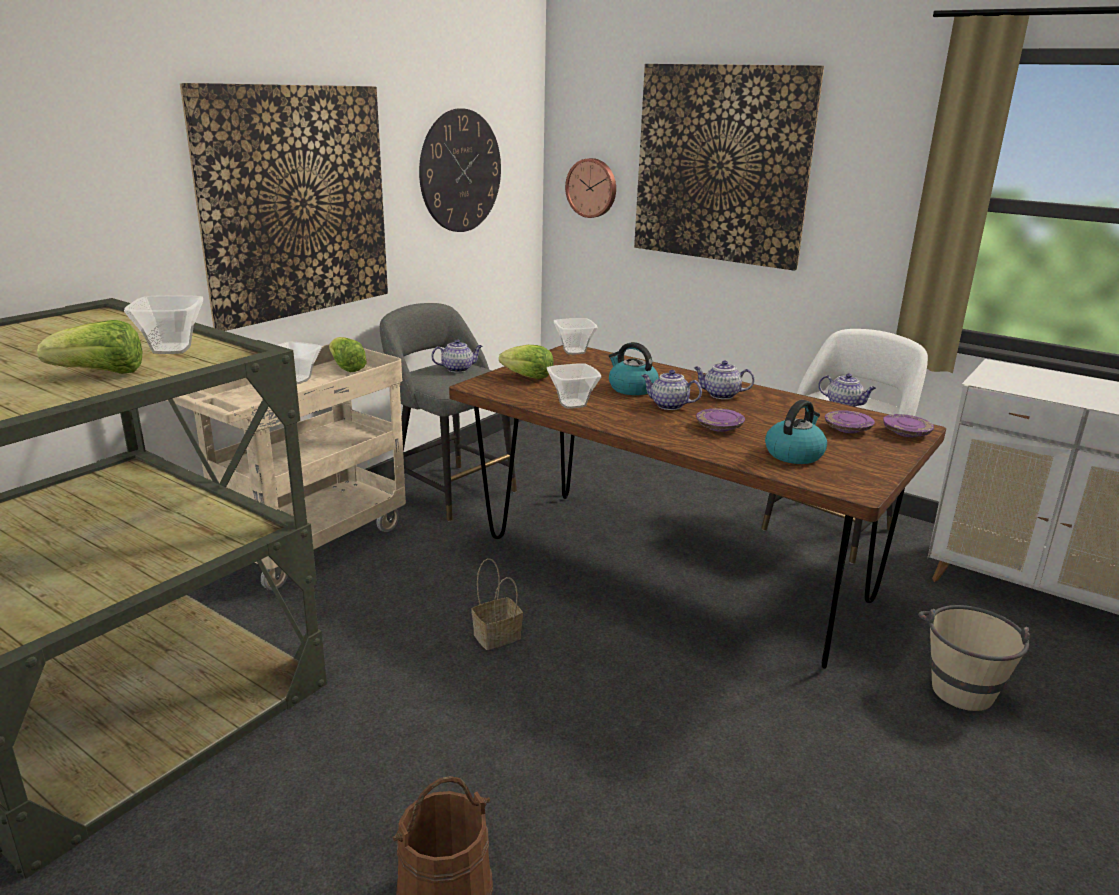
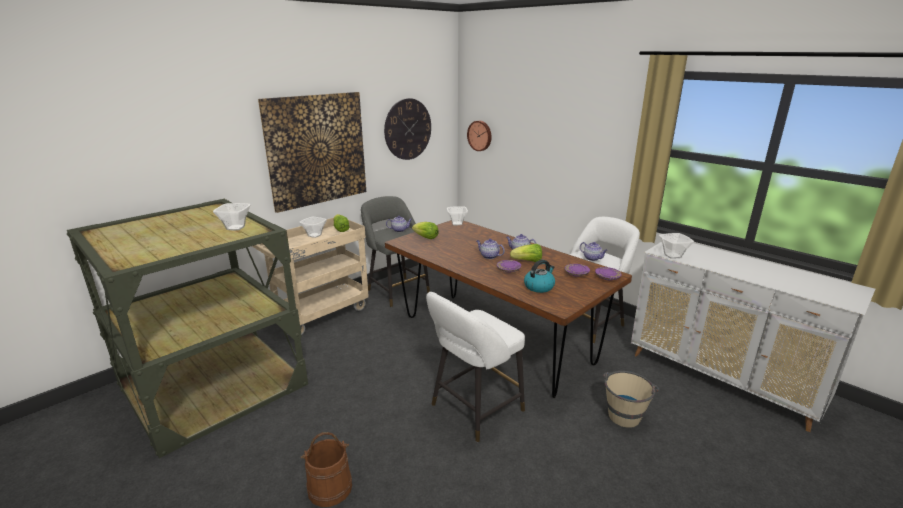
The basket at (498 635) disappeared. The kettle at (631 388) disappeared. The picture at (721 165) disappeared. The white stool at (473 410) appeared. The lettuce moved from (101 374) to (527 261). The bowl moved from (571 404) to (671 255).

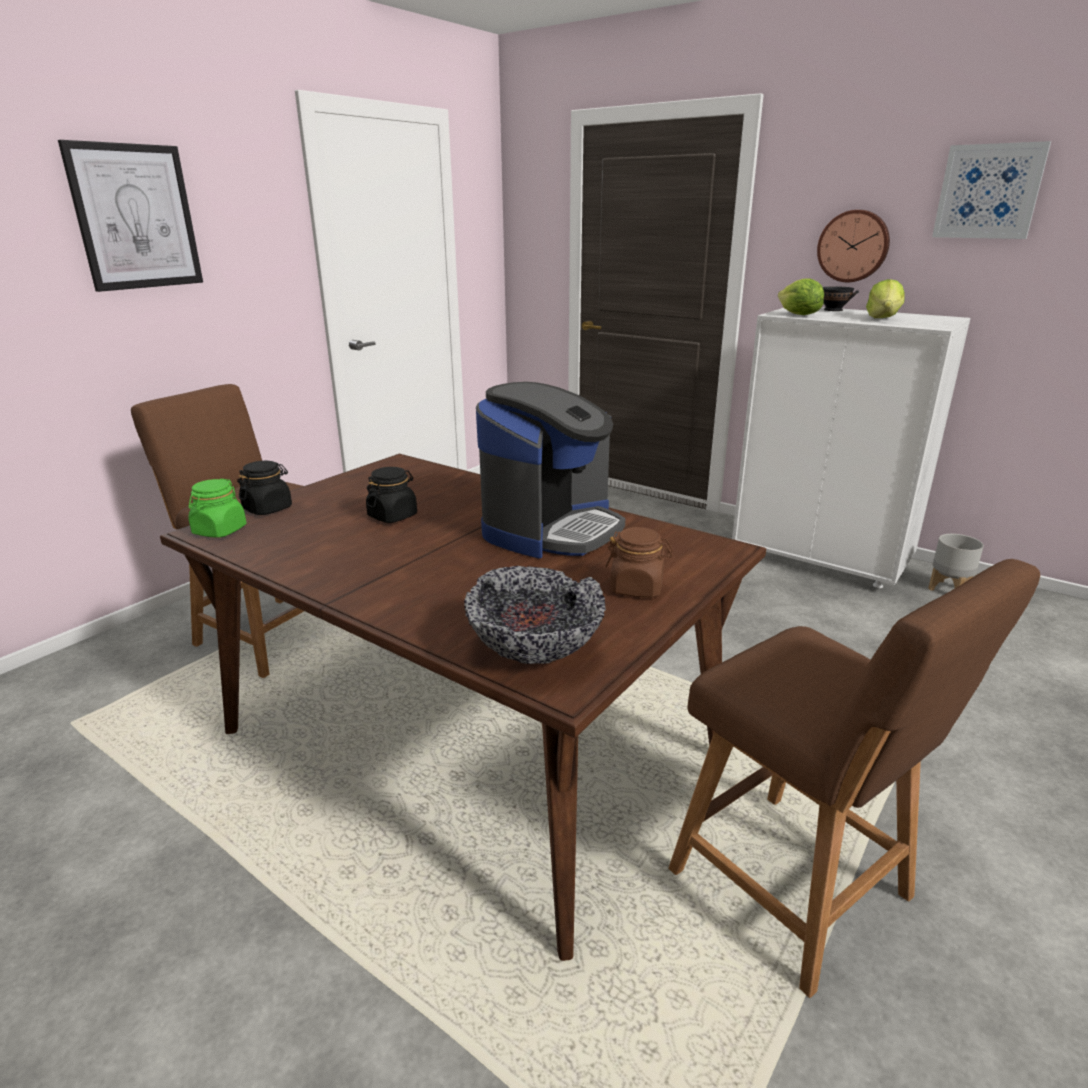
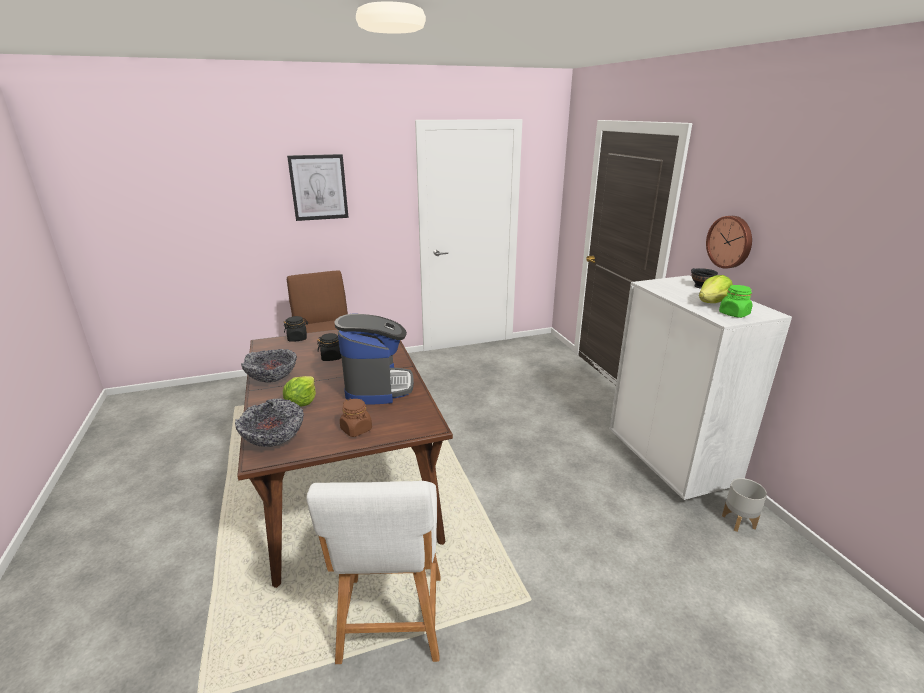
The picture at (988 191) disappeared. The bowl at (272 378) appeared. The green jar moved from (219 531) to (734 314). The lettuce moved from (798 315) to (302 402). The brown stool at (799 891) became the white stool at (391 623). The coffee machine at (551 529) turned 75 degrees counterclockwise.

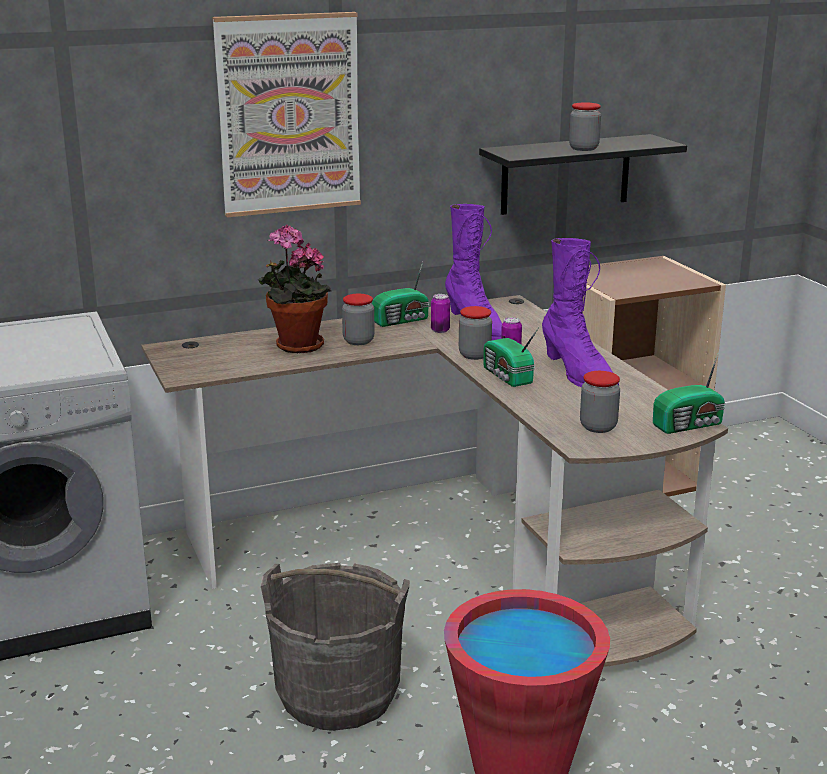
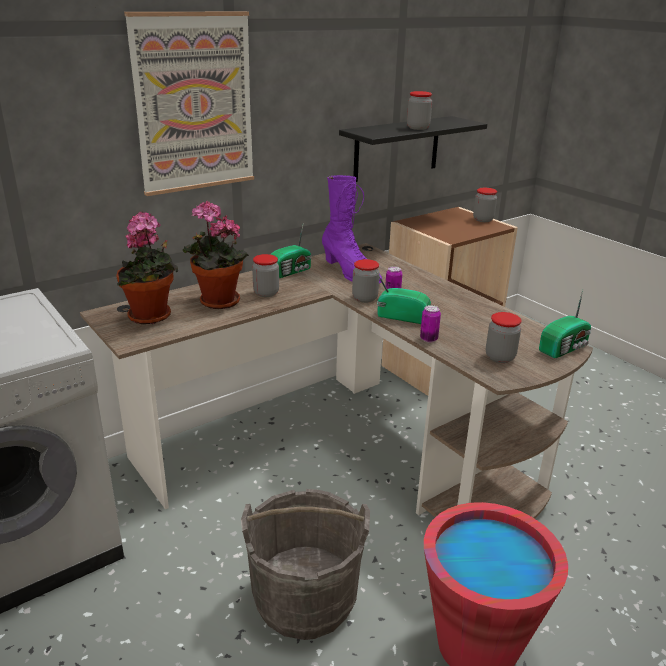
The purple boot at (578 375) disappeared. The potted plant at (152 317) appeared. The jar at (483 219) appeared. The can moved from (440 330) to (428 339). The radio at (507 377) turned 150 degrees clockwise.

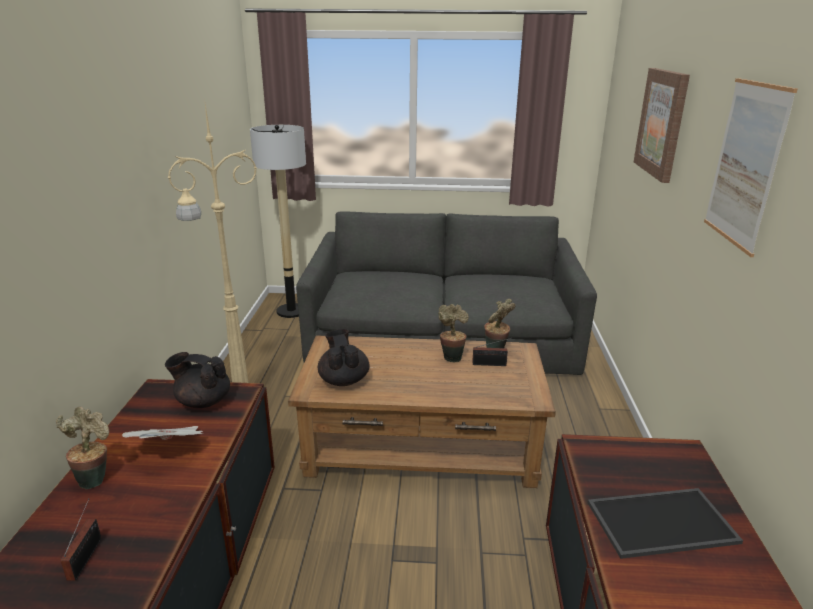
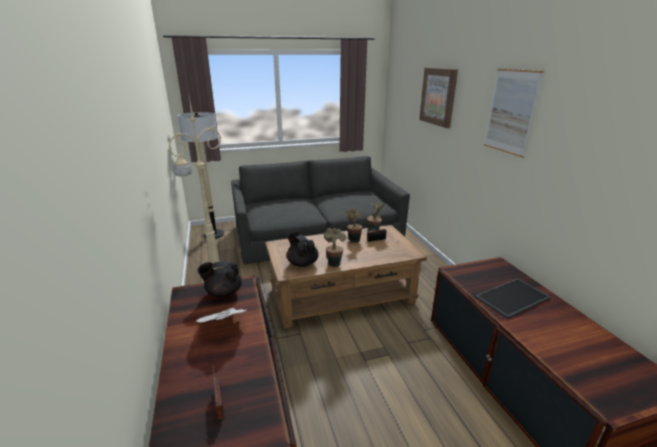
The potted plant moved from (94 478) to (334 263).

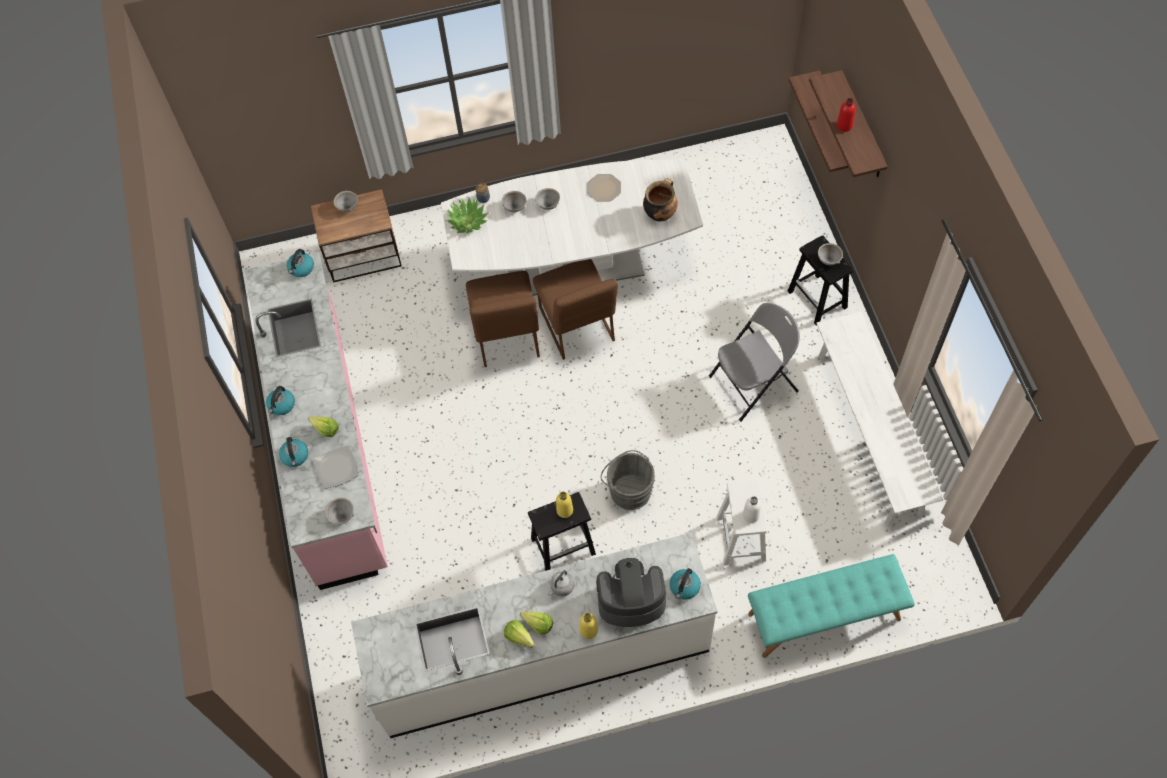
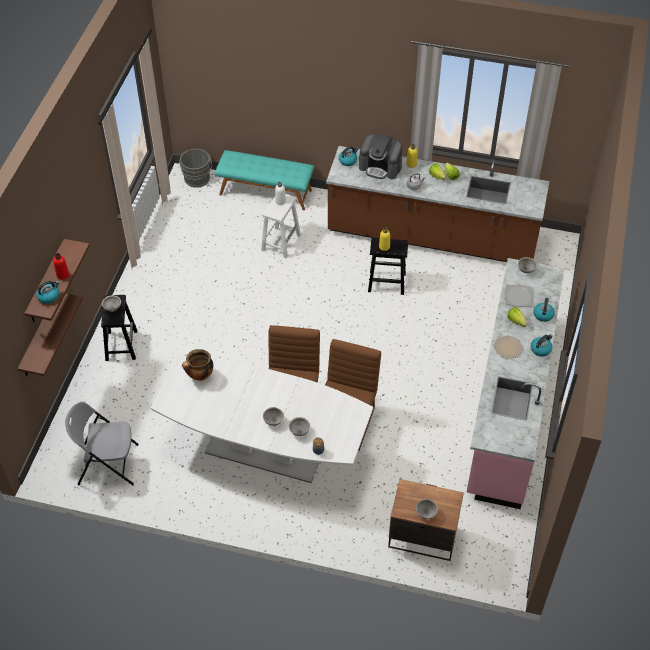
The potted plant at (467 221) disappeared. The white bench at (869 433) disappeared. The kettle moved from (301 268) to (49 296). The plate moved from (604 188) to (507 347). The grey bucket moved from (629 490) to (197 180). The grey chair moved from (753 384) to (108 464). The white counter at (542 657) became the brown counter at (431 238).

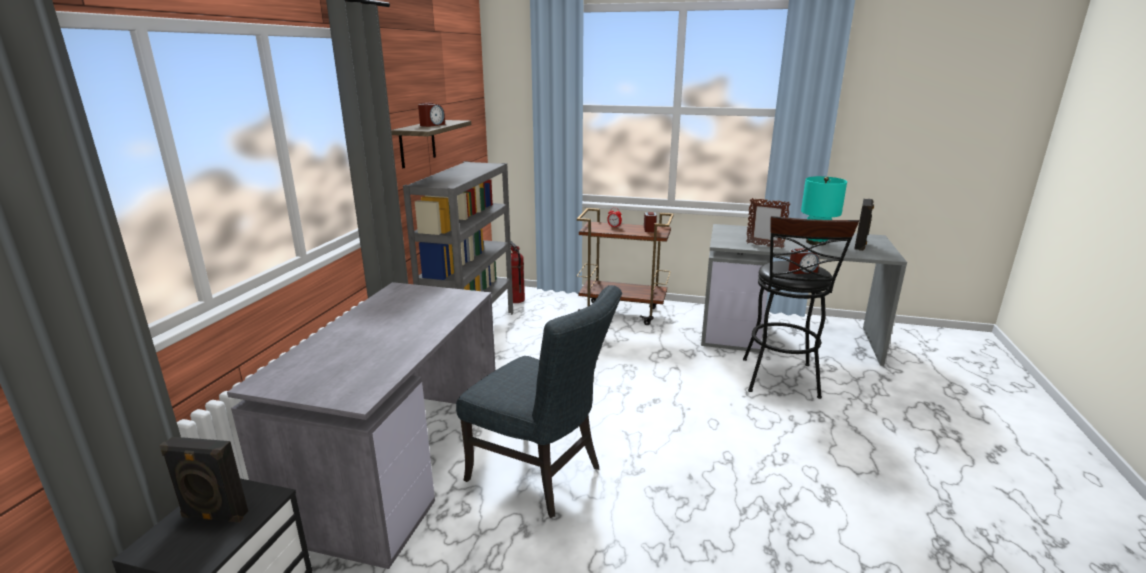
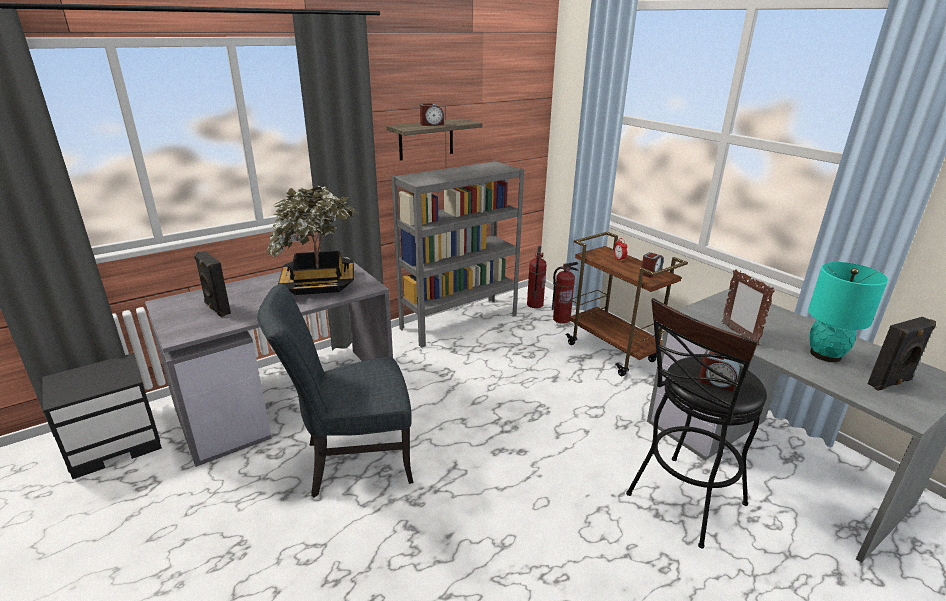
The potted plant at (319 284) appeared. The fire extinguisher at (561 319) appeared. The black speaker moved from (214 516) to (216 309). The grey chair at (542 475) turned 90 degrees clockwise.

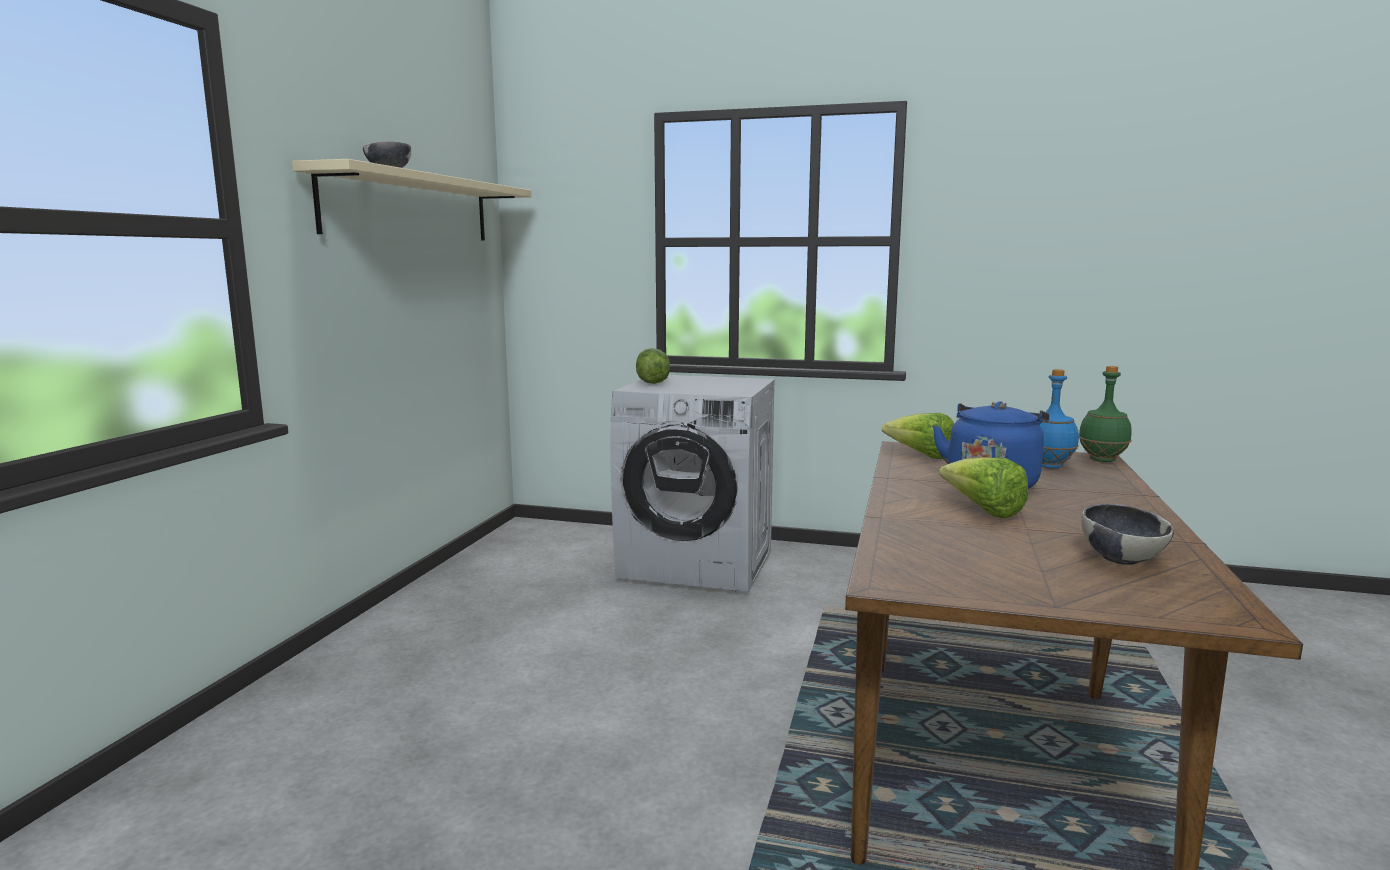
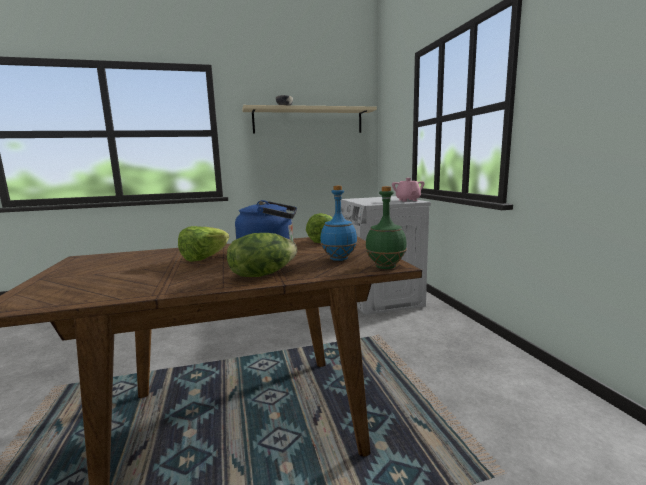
The bowl at (1122 559) disappeared. The pink teapot at (407 200) appeared. The lettuce moved from (651 382) to (262 274).

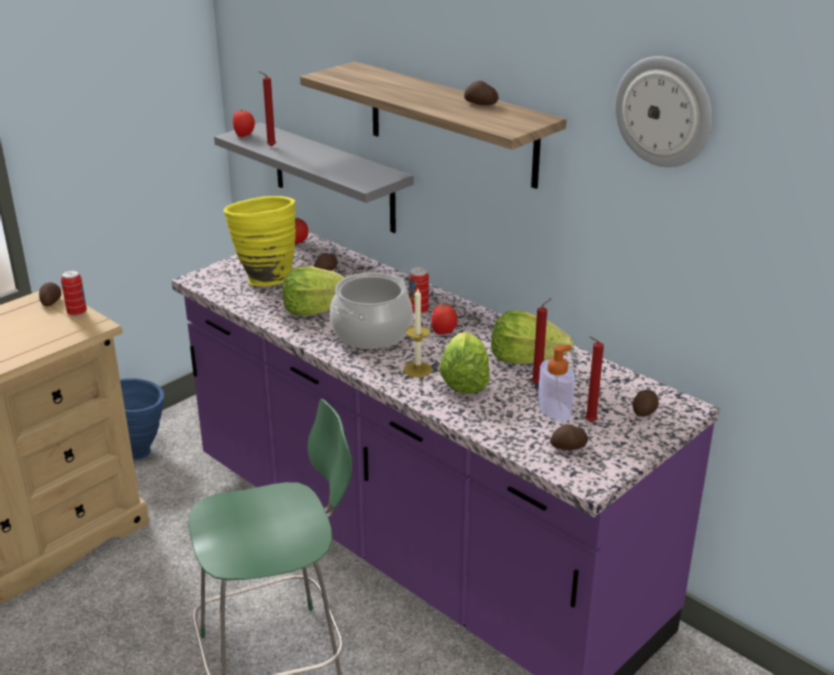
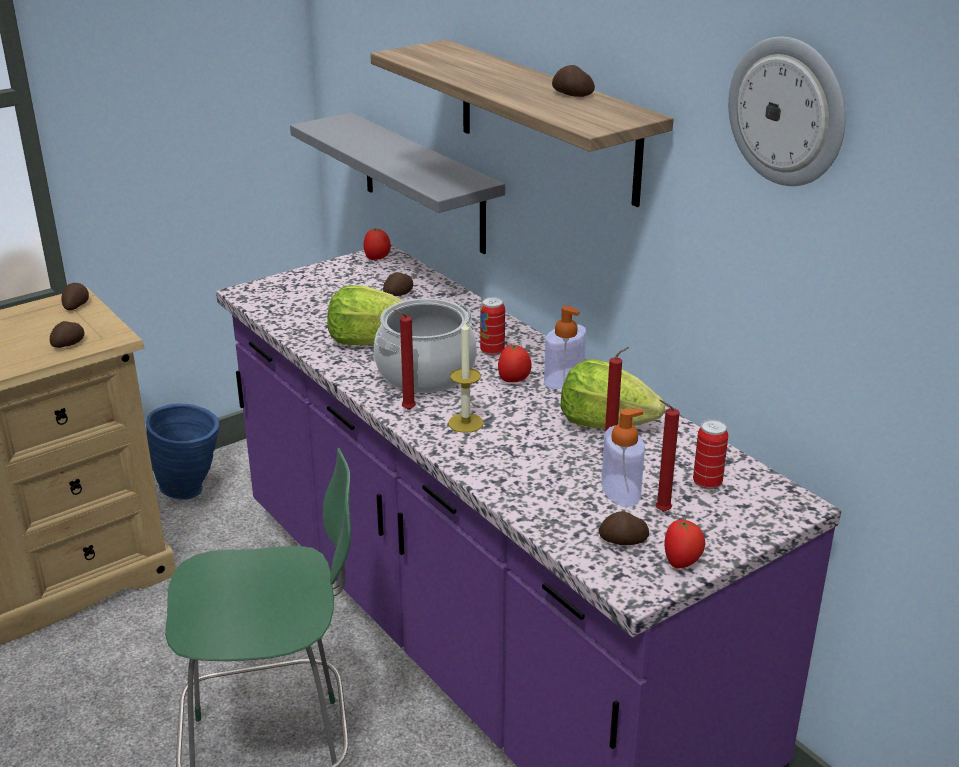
The yellow vase at (264 278) disappeared. The lettuce at (464 381) disappeared. The soap dispenser at (564 379) appeared. The can moved from (77 313) to (707 483). The tomato moved from (244 135) to (682 563). The red candle moved from (270 146) to (406 410). The potato moved from (645 411) to (69 344).

